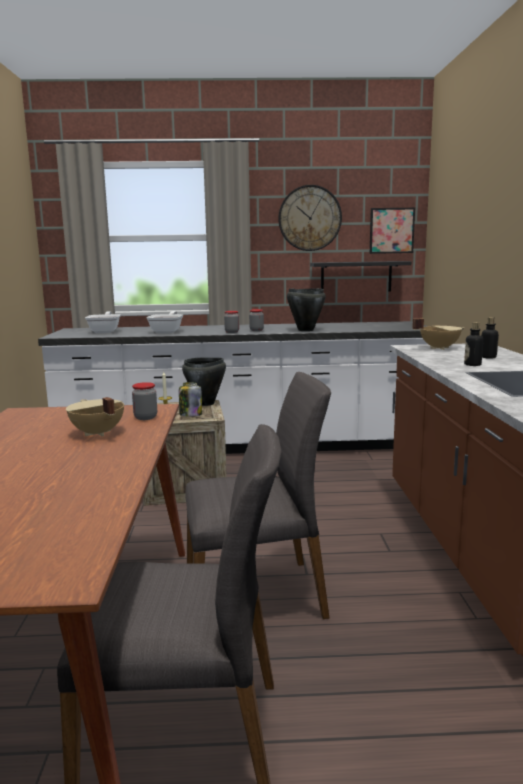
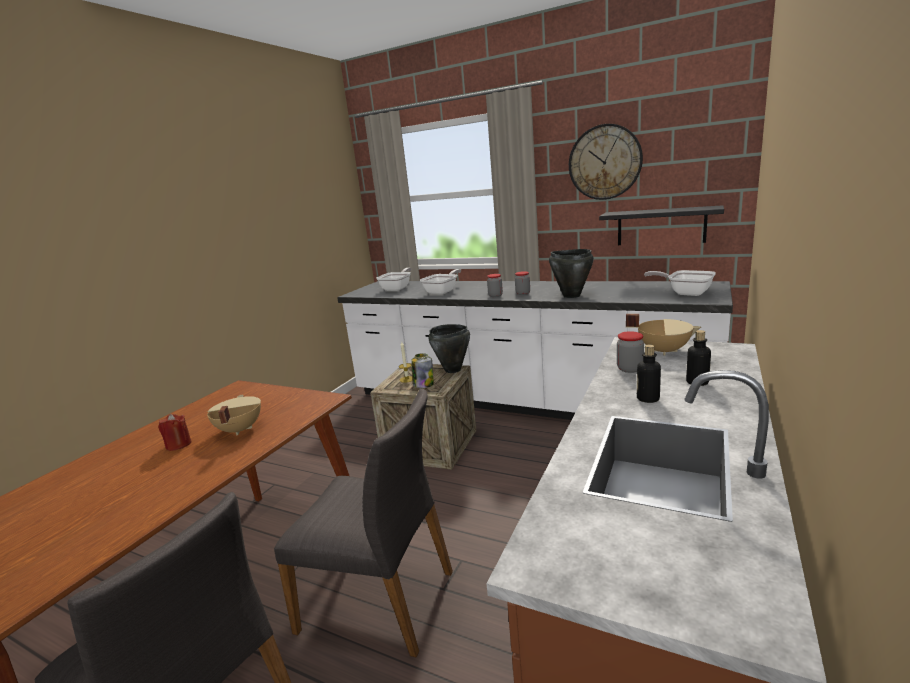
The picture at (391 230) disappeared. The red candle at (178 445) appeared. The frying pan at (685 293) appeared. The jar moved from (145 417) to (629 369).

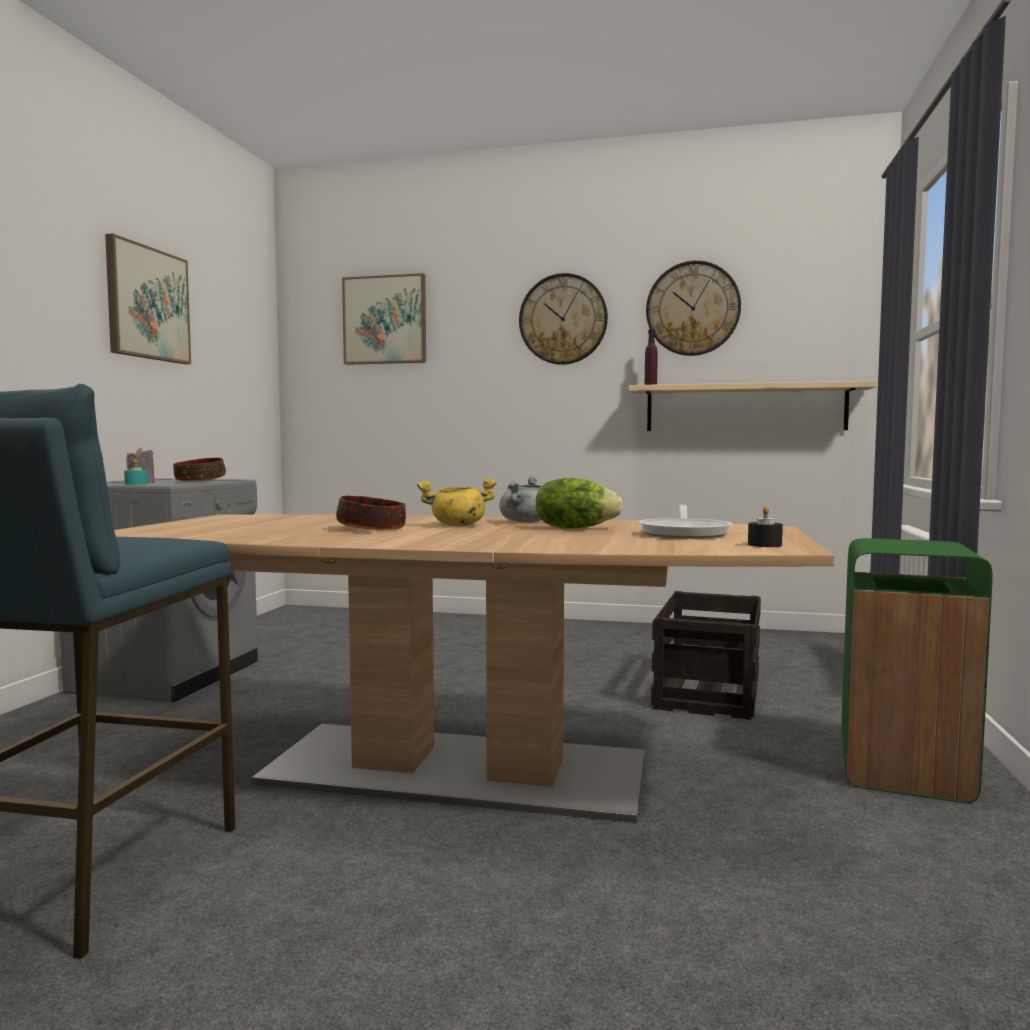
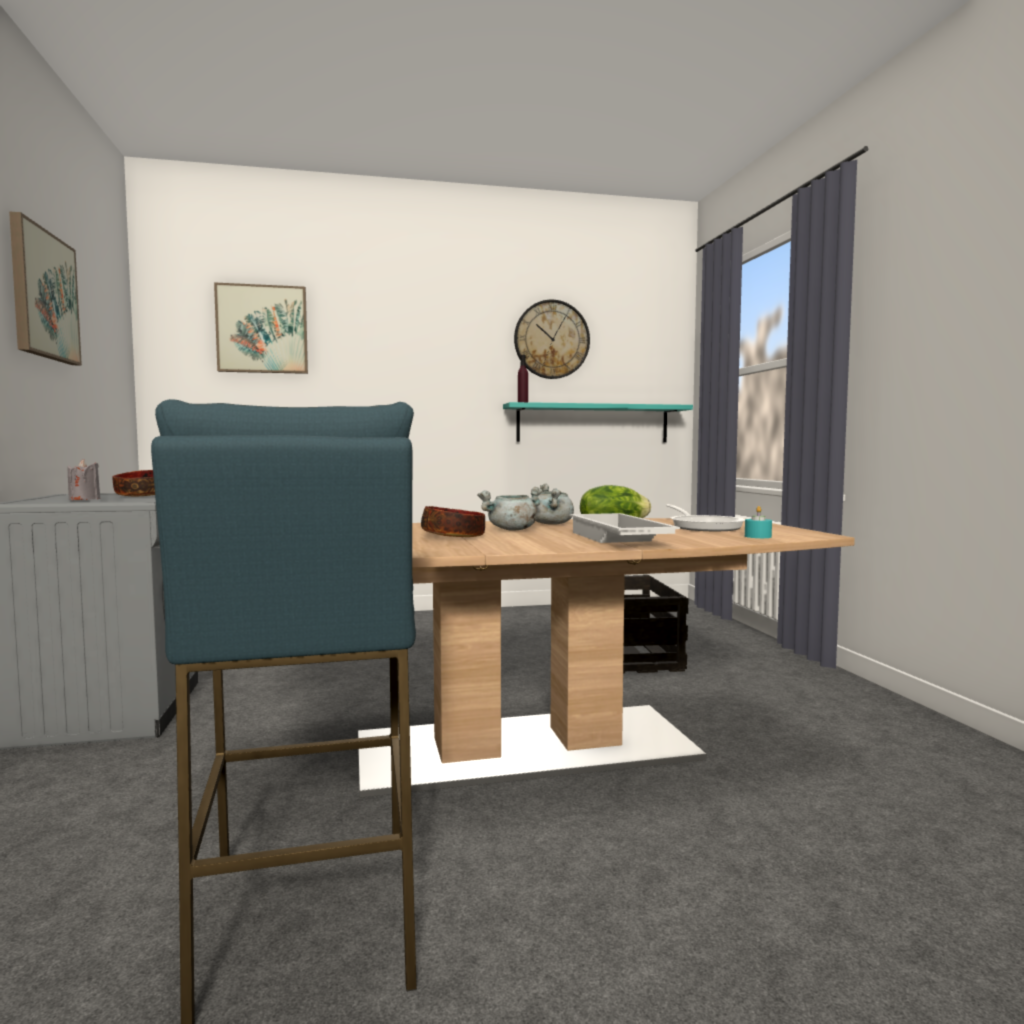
The wall clock at (563 319) disappeared. The black candle at (764 545) disappeared. The green trash can at (901 770) disappeared. The white tray at (616 539) appeared. The turquoise candle moved from (136 484) to (758 536). The yellow cooking pot at (457 525) became the grey cooking pot at (512 530). The beige shelf at (745 408) became the turquoise shelf at (593 423).

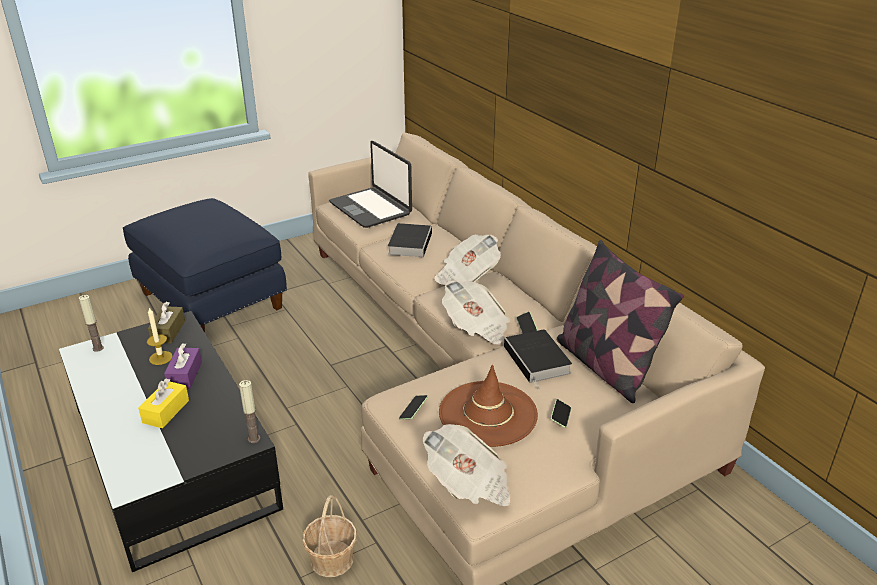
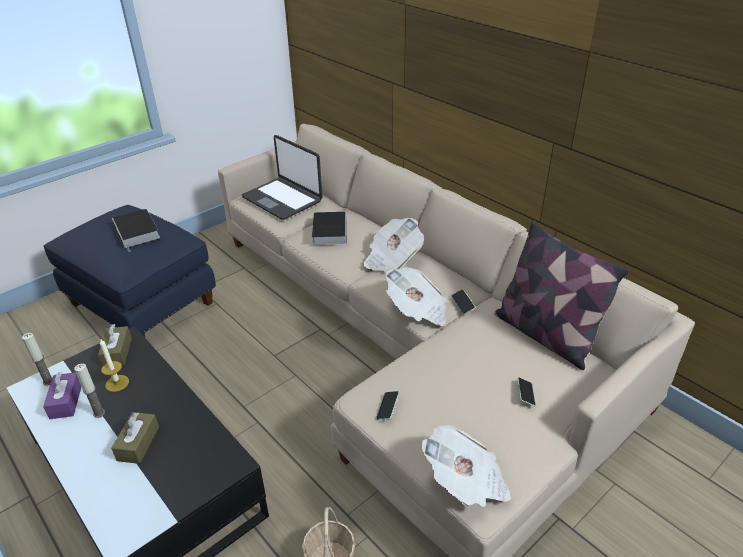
The brown hat at (487 414) disappeared. The purple tissue box moved from (185 375) to (66 401). The candle moved from (254 439) to (99 413). The book moved from (538 361) to (137 232). The yellow tissue box at (166 411) became the brown tissue box at (138 443).

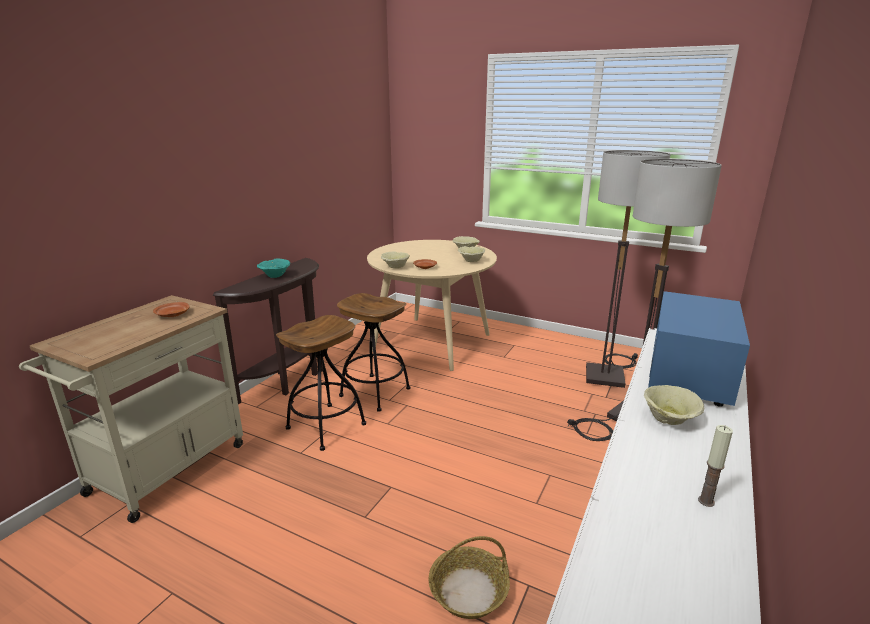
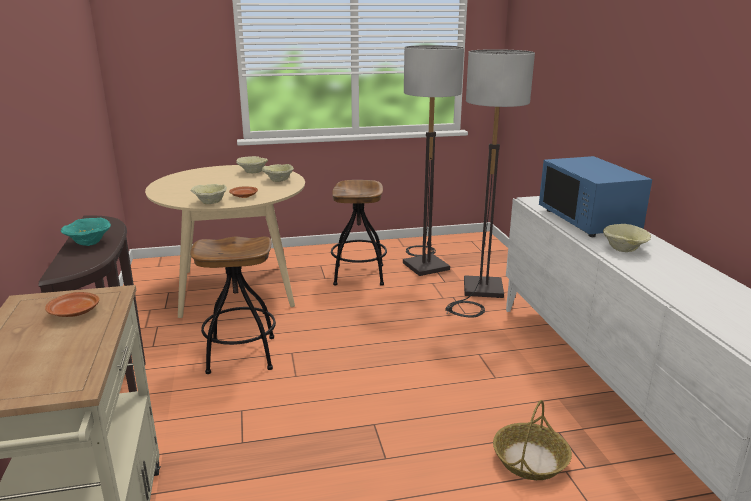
The candle at (706 501) disappeared. The brown stool moved from (325 426) to (359 275).

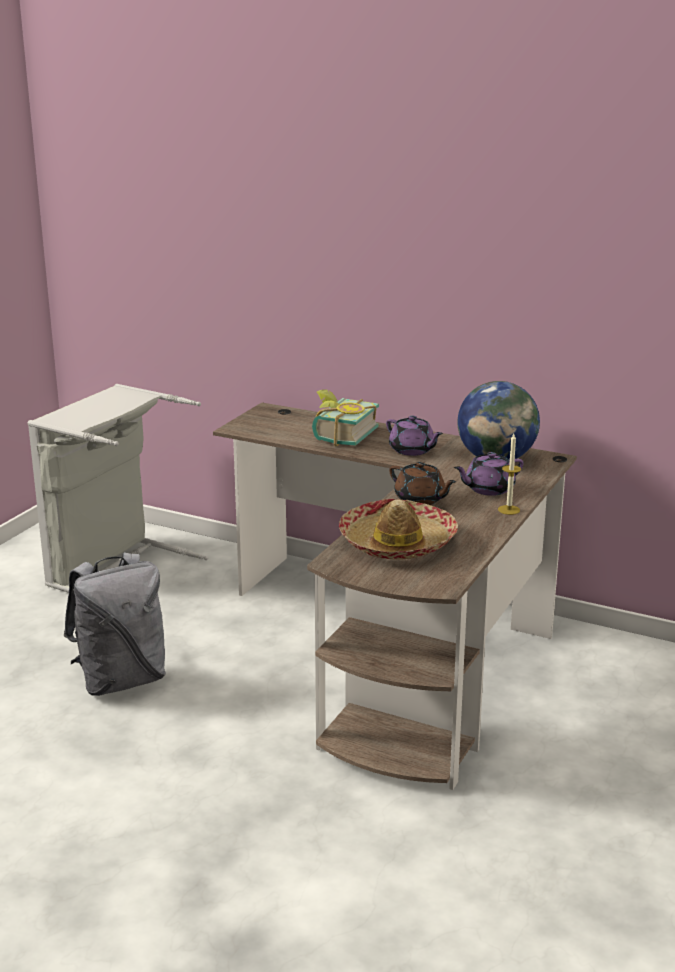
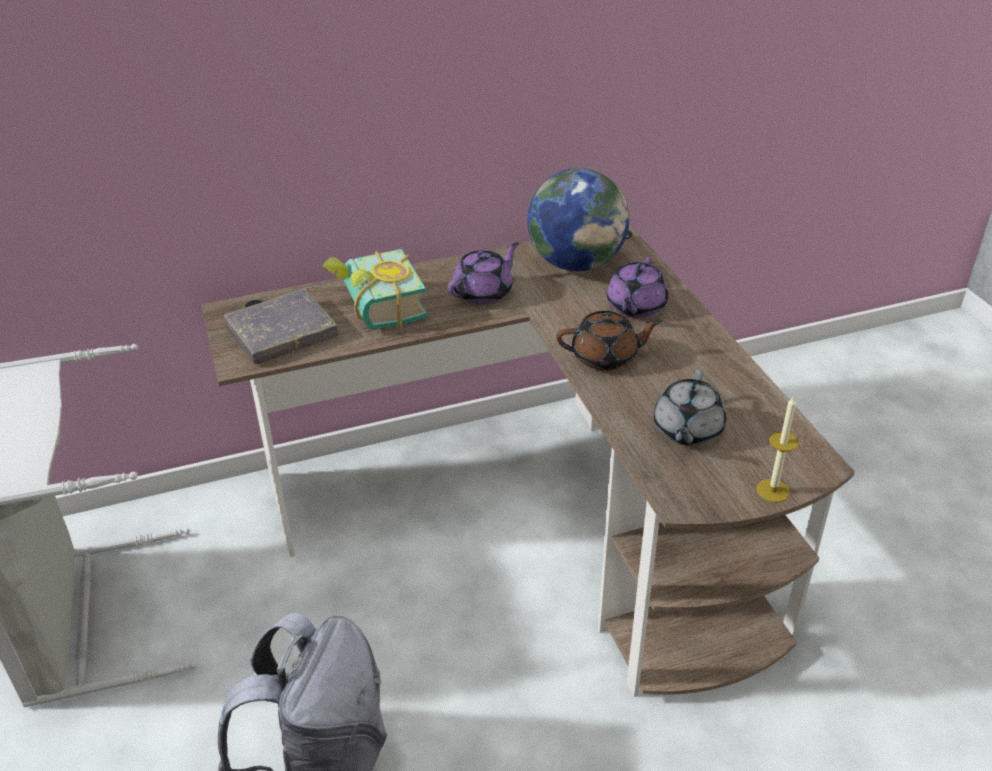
The grey book at (282 332) appeared. The candle moved from (509 510) to (773 490). The hat at (397 543) was replaced by the grey teapot at (687 430). The purple teapot at (412 450) turned 45 degrees counterclockwise.

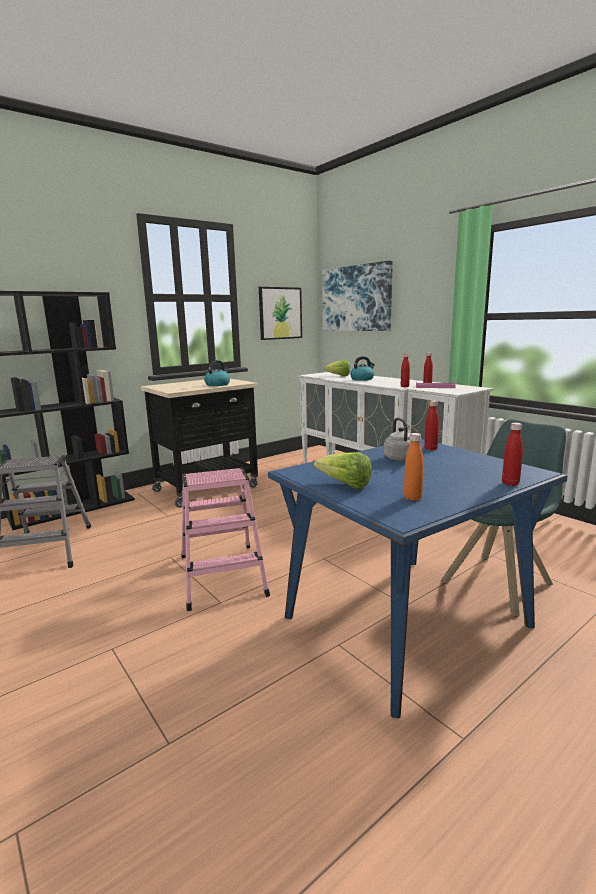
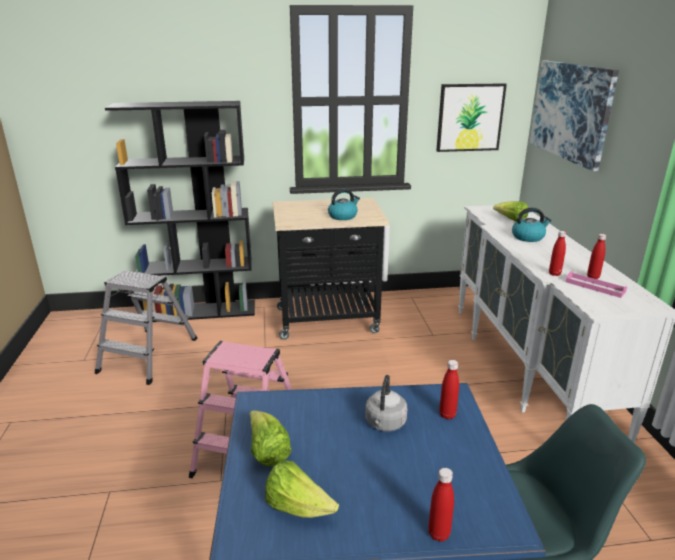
The orange bottle at (412 498) was replaced by the lettuce at (298 507).

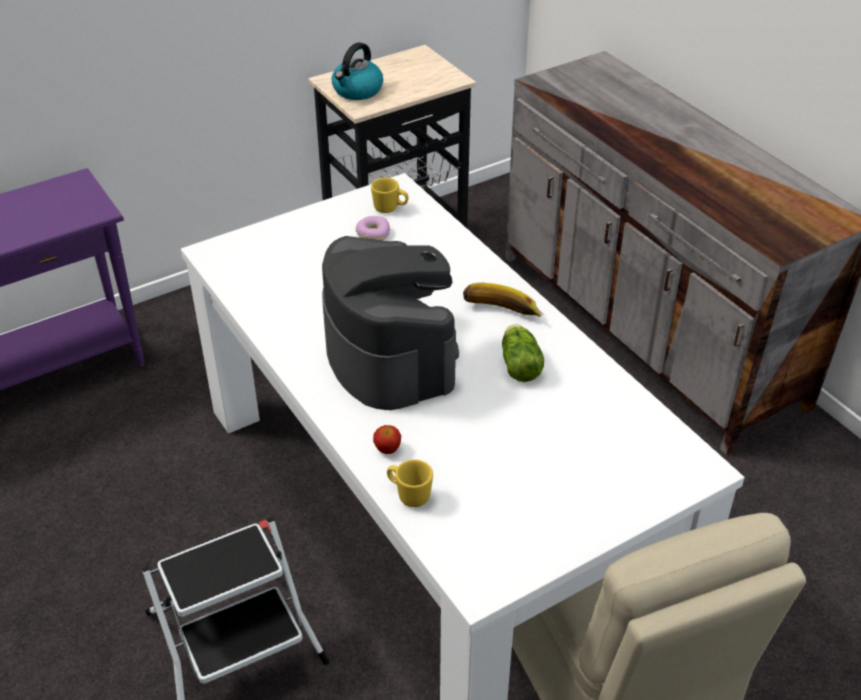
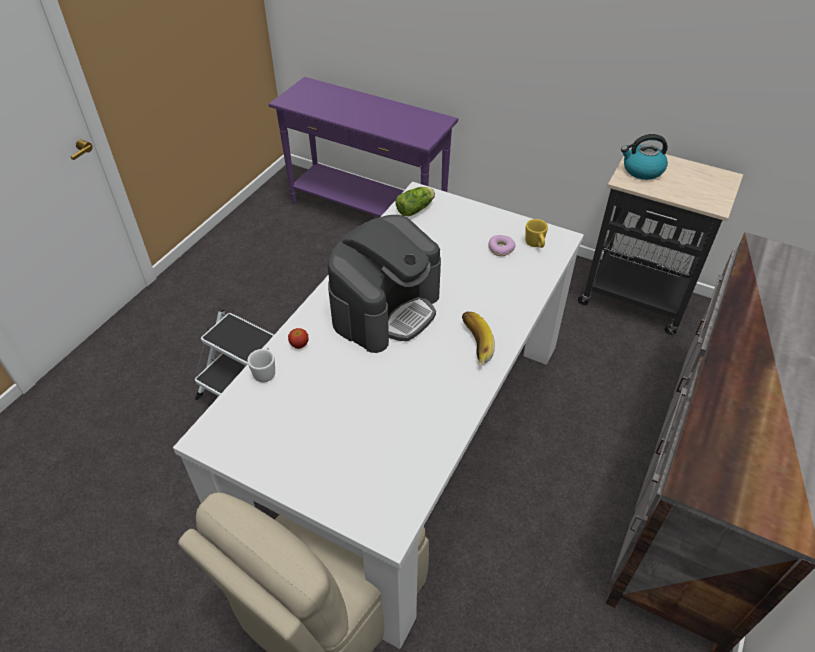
The lettuce moved from (519 363) to (416 209). The yellow mug at (409 495) became the white mug at (265 372).

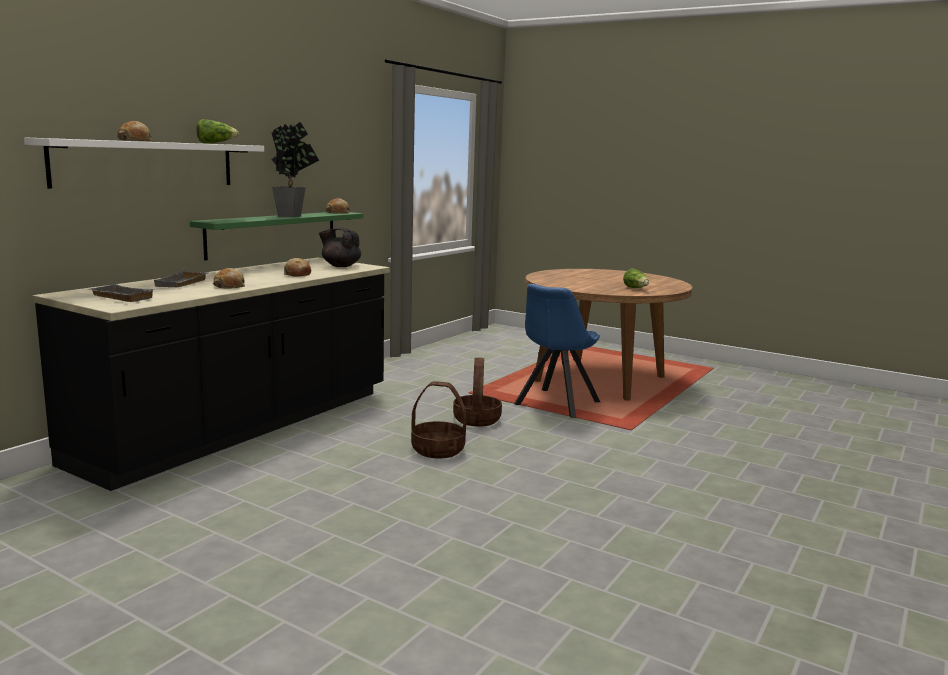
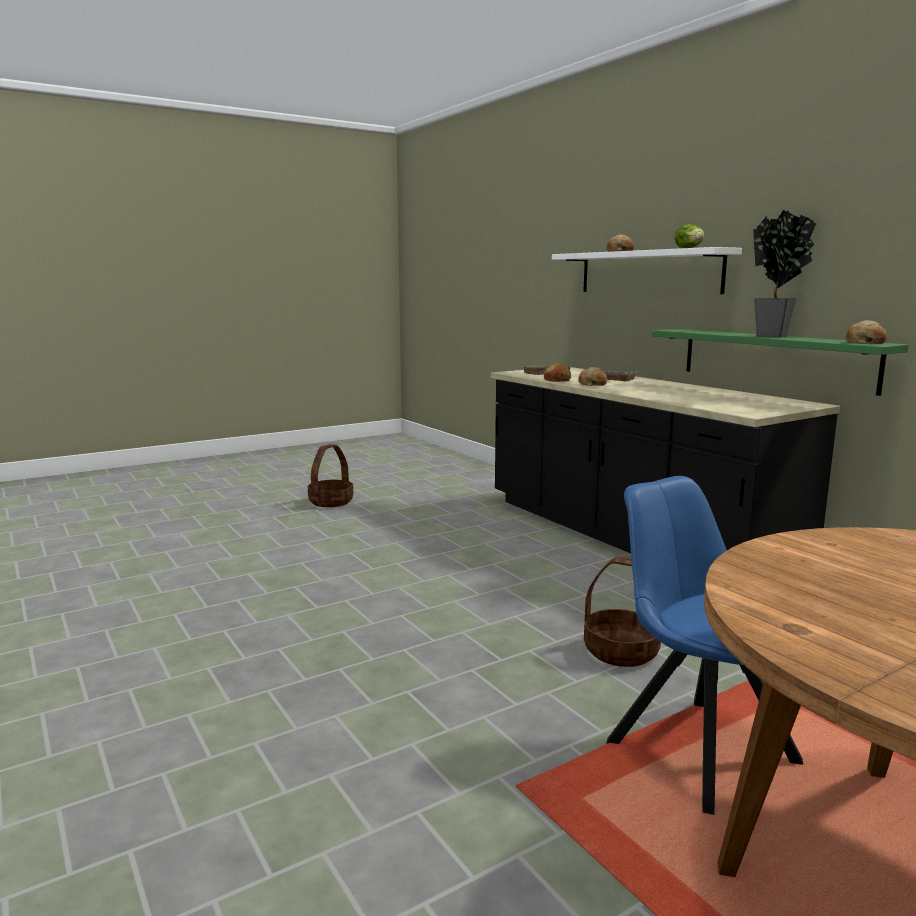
The black teapot at (340 266) disappeared. The lettuce at (636 288) disappeared. The bread moved from (297 274) to (557 380). The basket moved from (438 450) to (331 502).

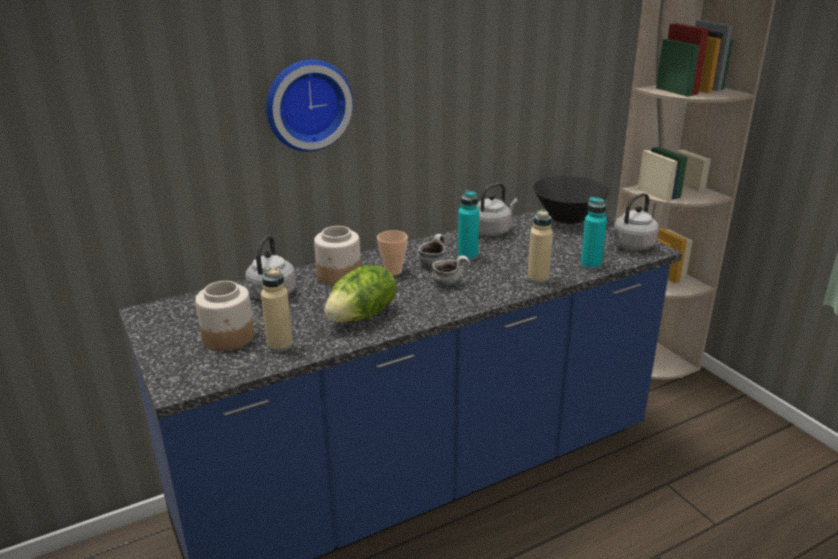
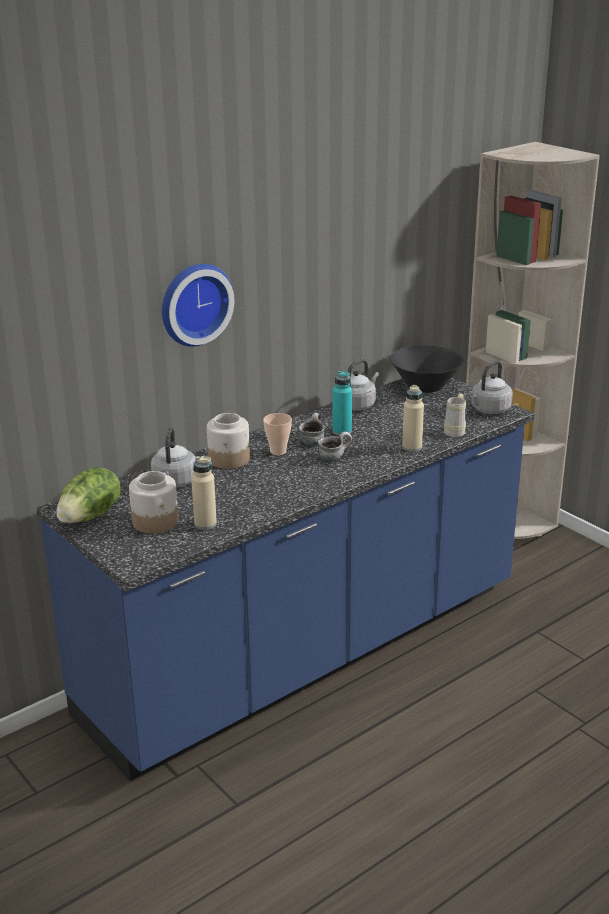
The lettuce moved from (363 316) to (91 516). The turquoise bottle at (590 265) was replaced by the beige mug at (456 431).

